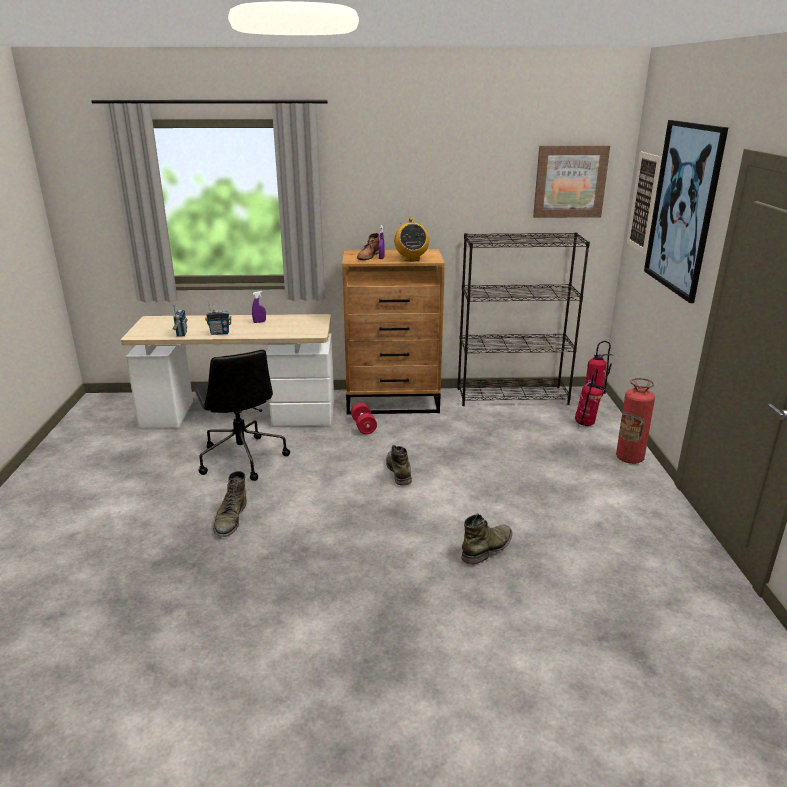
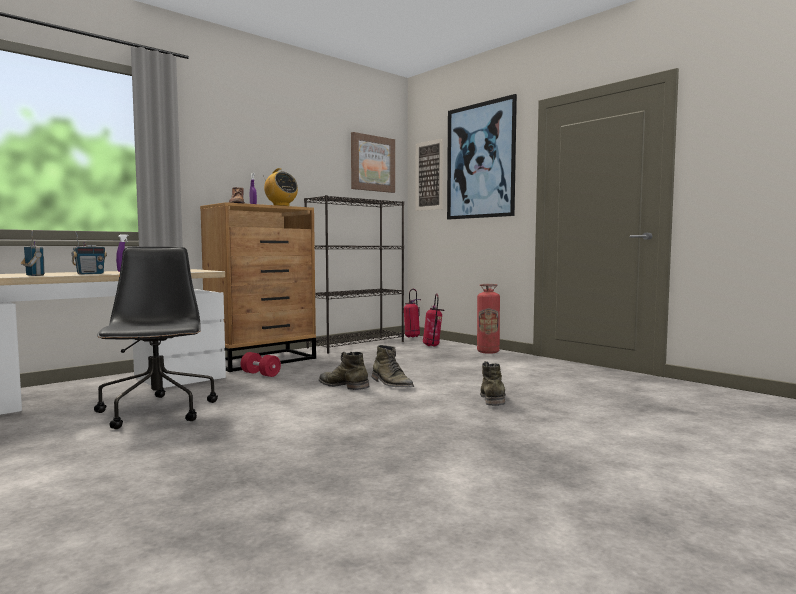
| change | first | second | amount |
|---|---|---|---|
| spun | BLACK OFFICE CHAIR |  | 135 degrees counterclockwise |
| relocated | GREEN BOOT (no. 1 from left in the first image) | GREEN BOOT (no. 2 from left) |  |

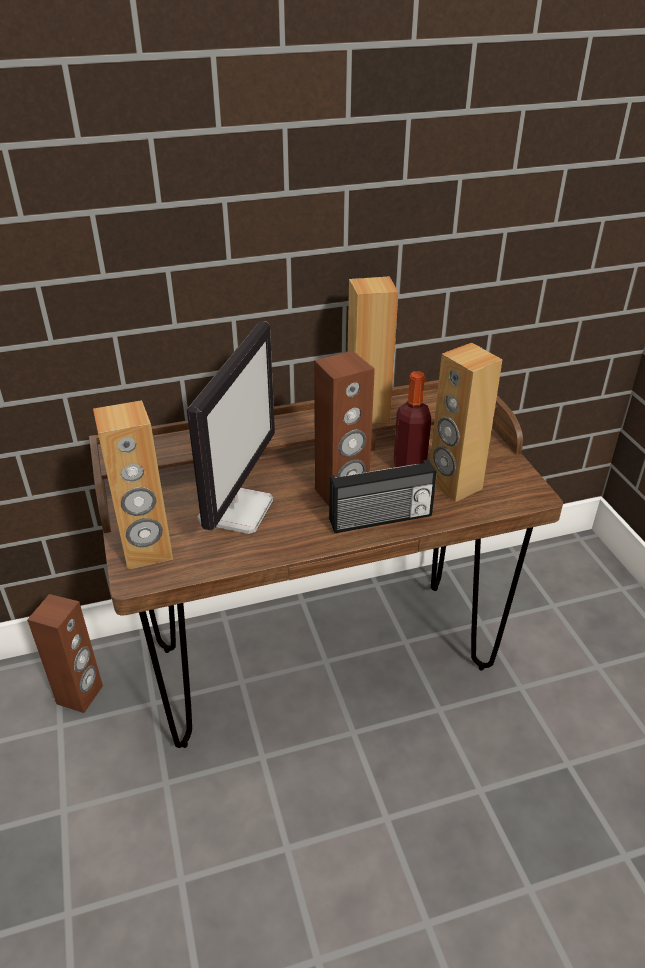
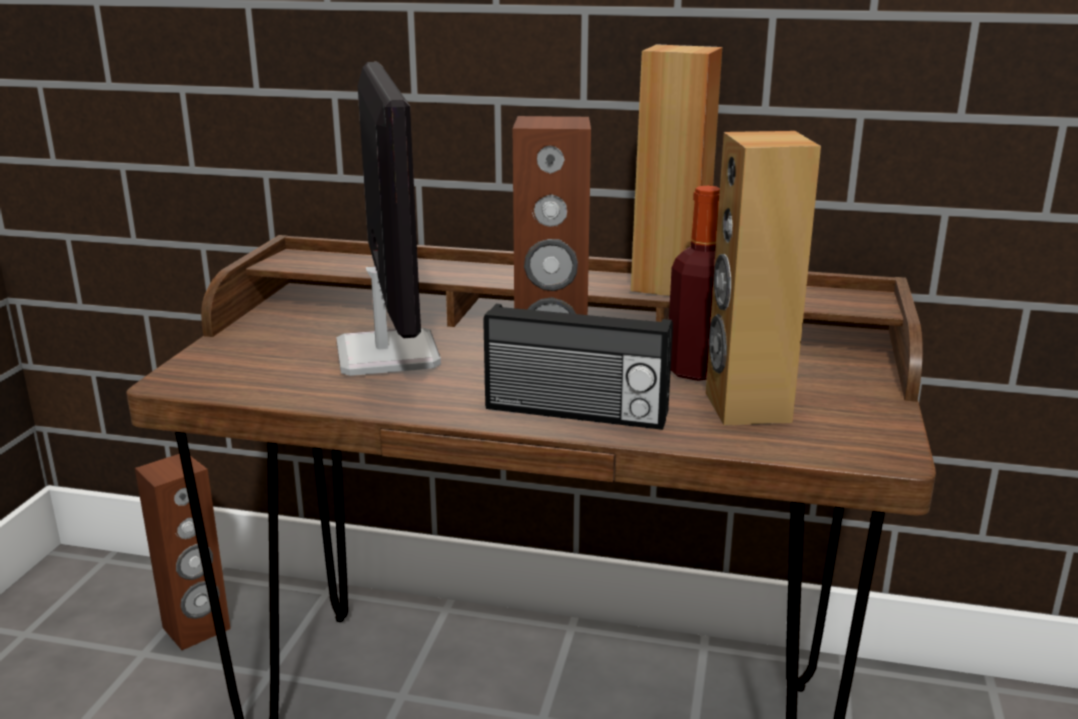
| change | first | second | amount |
|---|---|---|---|
| spun | MONITOR |  | 60 degrees counterclockwise |
| missing | BROWN SPEAKER (no. 2 from left) |  |  |

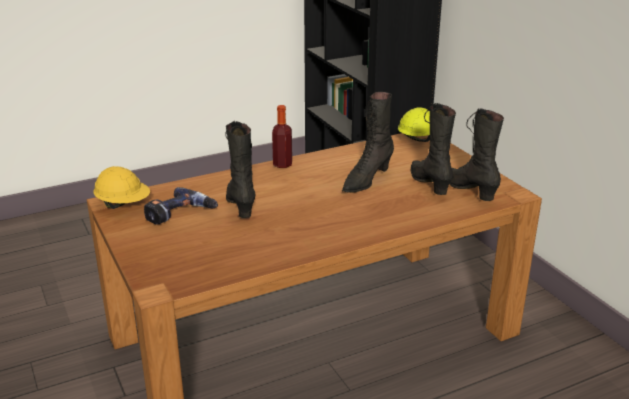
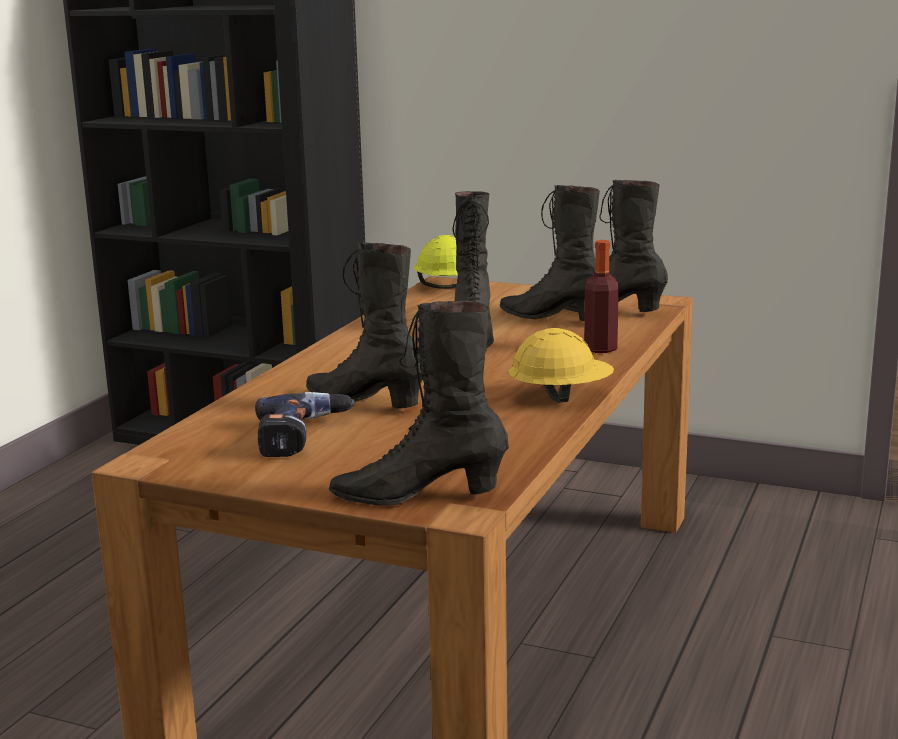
| change | first | second | amount |
|---|---|---|---|
| relocated | BOTTLE |  |  |
| relocated | YELLOW HARD HAT (no. 1 from left in the first image) | YELLOW HARD HAT (no. 2 from left) |  |
| appeared |  | BLACK BOOT (no. 2 from left) |  |

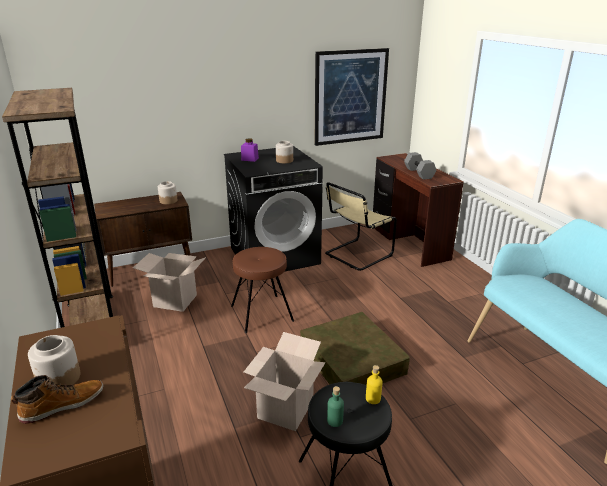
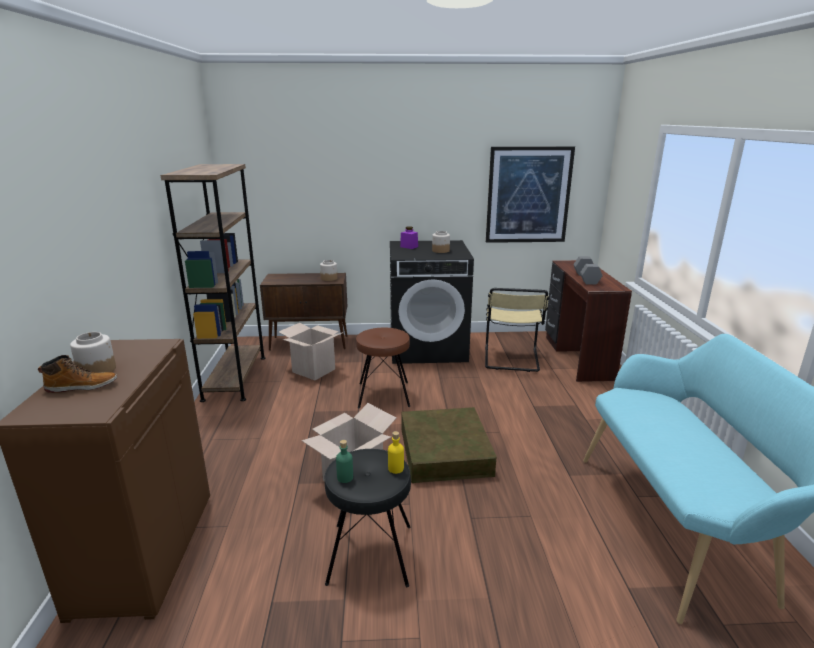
| change | first | second | amount |
|---|---|---|---|
| spun | BEIGE CHAIR |  | 60 degrees counterclockwise |

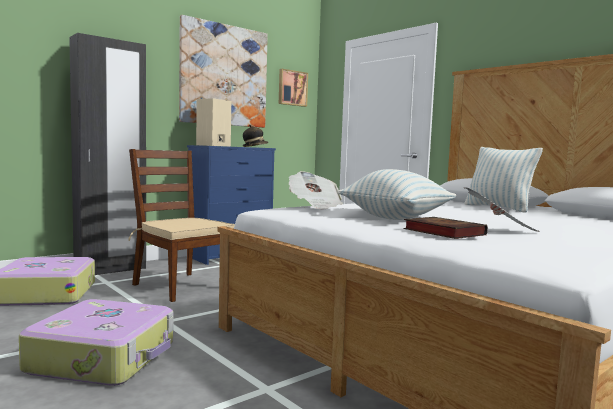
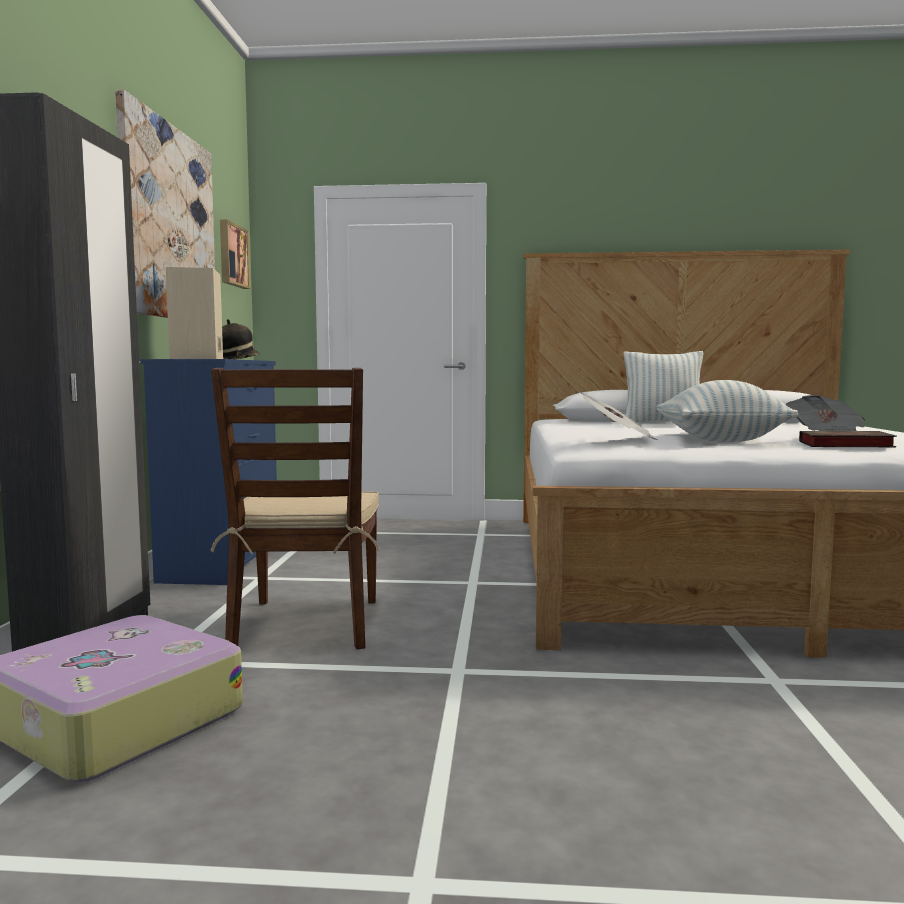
| change | first | second | amount |
|---|---|---|---|
| spun | BROWN CHAIR |  | 90 degrees counterclockwise |
| missing | SUITCASE (no. 2 from left) |  |  |

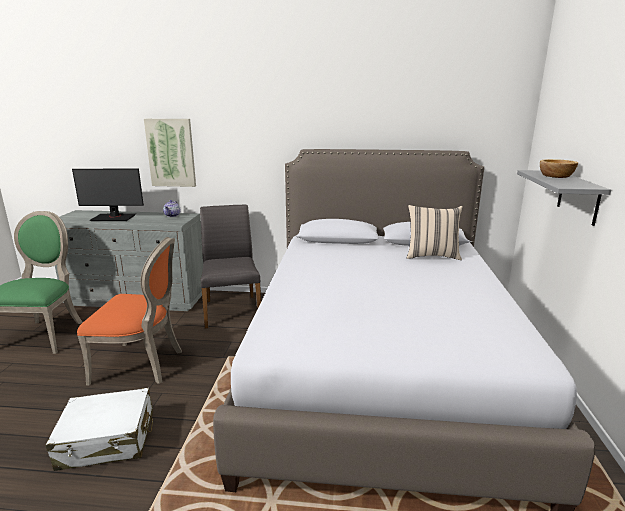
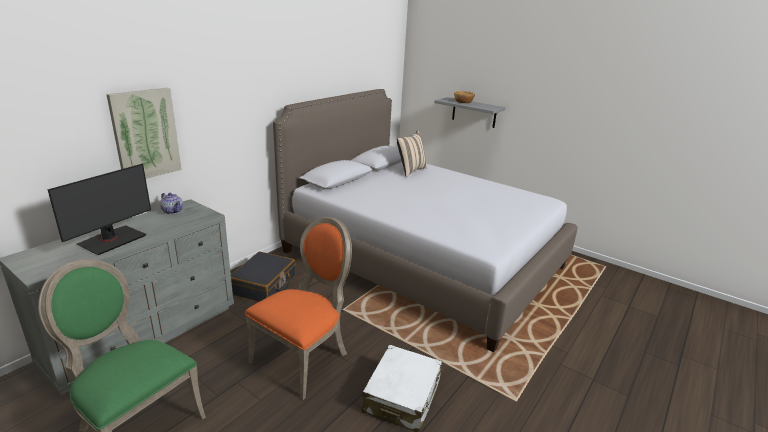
| change | first | second | amount |
|---|---|---|---|
| exchanged | GREY CHAIR | BLACK SUITCASE |  |

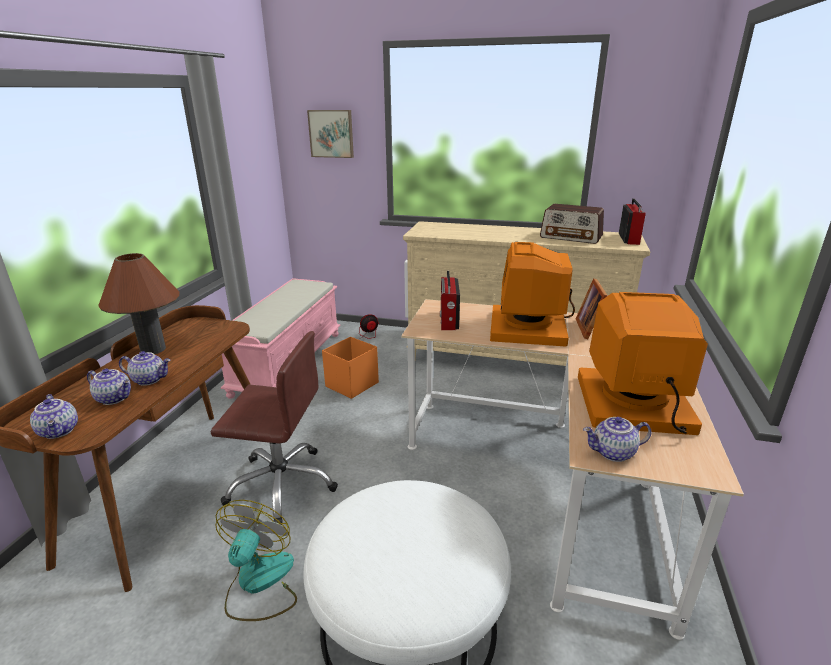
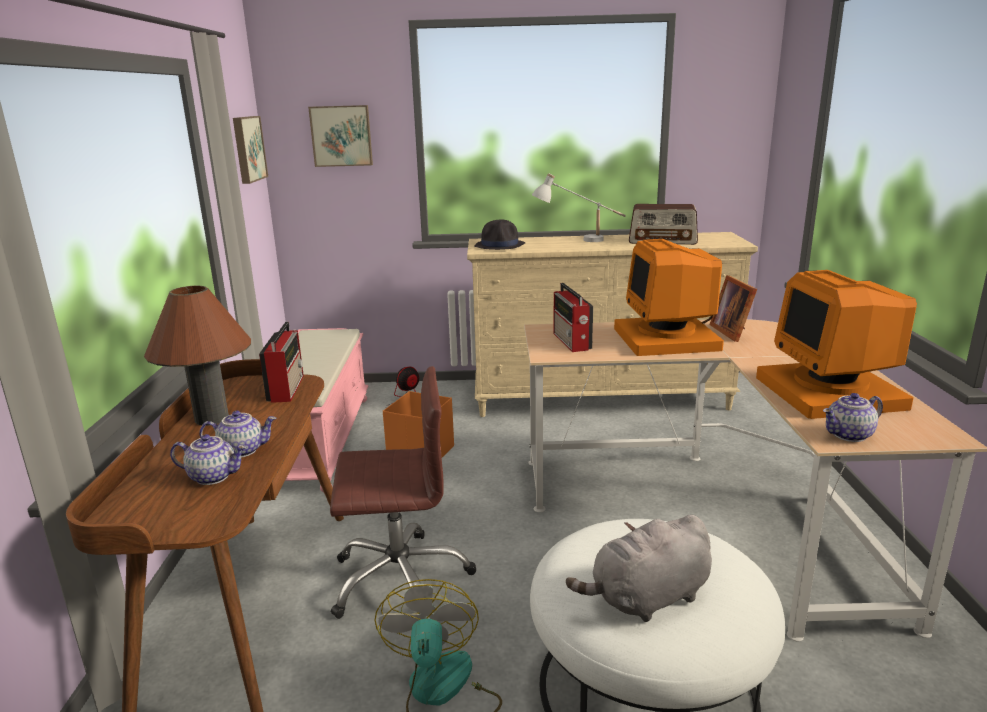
| change | first | second | amount |
|---|---|---|---|
| relocated | RADIO (no. 3 from left in the first image) | RADIO (no. 1 from left) |  |
| spun | MONITOR (no. 2 from left) |  | 90 degrees counterclockwise |
| missing | TEAPOT (no. 1 from left) |  |  |
| appeared |  | PICTURE (no. 1 from left) |  |
| appeared |  | WHITE TABLE LAMP |  |
| appeared |  | BLACK HAT |  |
| appeared |  | GREY PLUSH TOY |  |

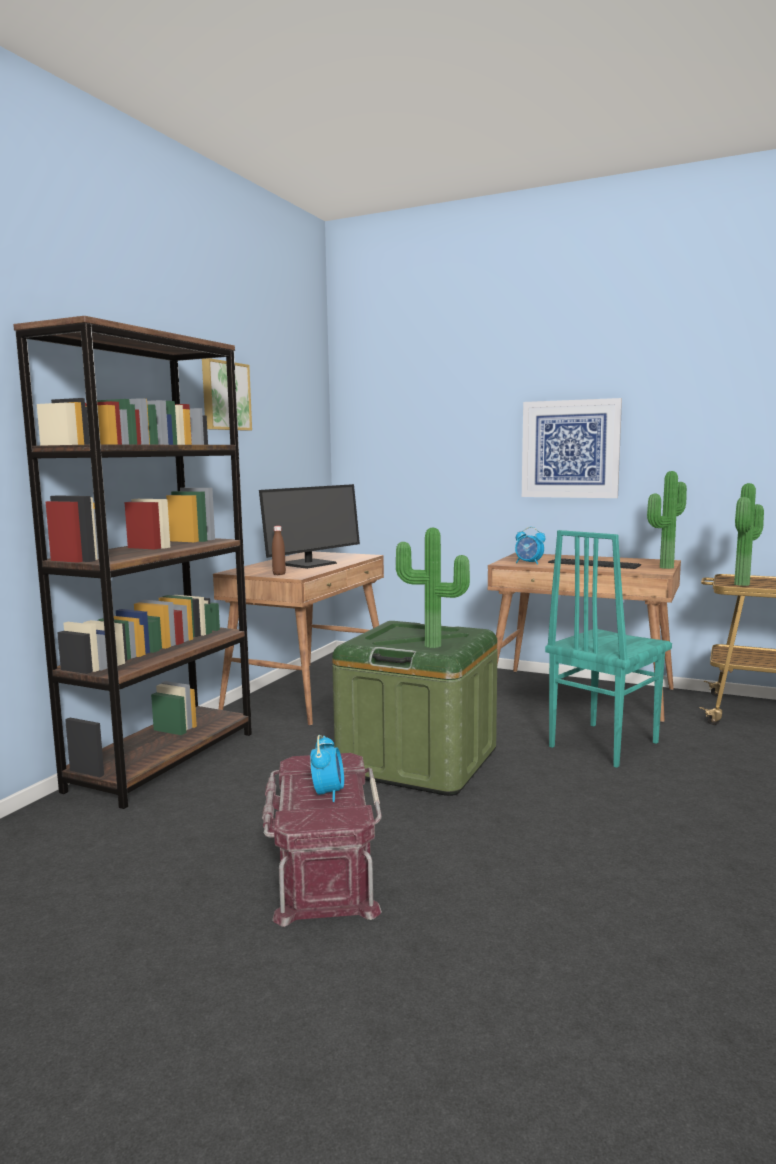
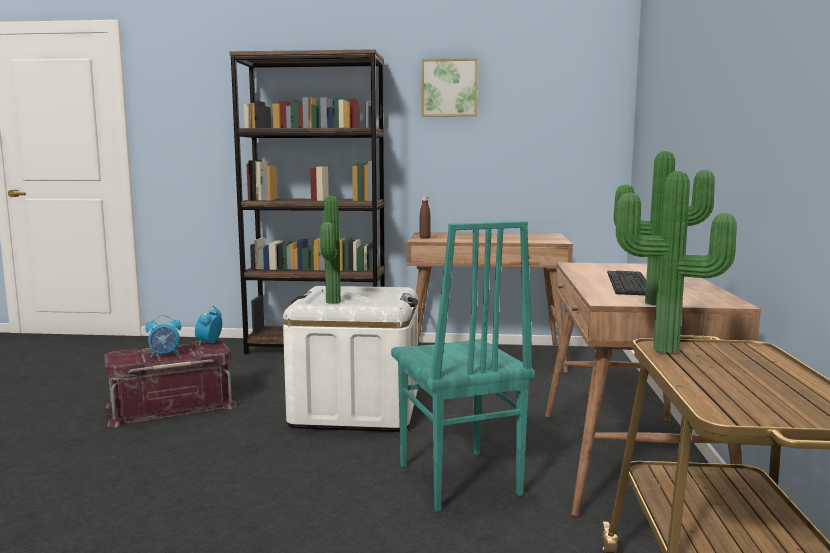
| change | first | second | amount |
|---|---|---|---|
| missing | PICTURE (no. 2 from left) |  |  |
| missing | MONITOR |  |  |
| relocated | ALARM CLOCK (no. 2 from left) |  |  |
| spun | TURQUOISE CHAIR |  | 135 degrees counterclockwise |
| colour | GREEN STORAGE BOX | WHITE STORAGE BOX |  |

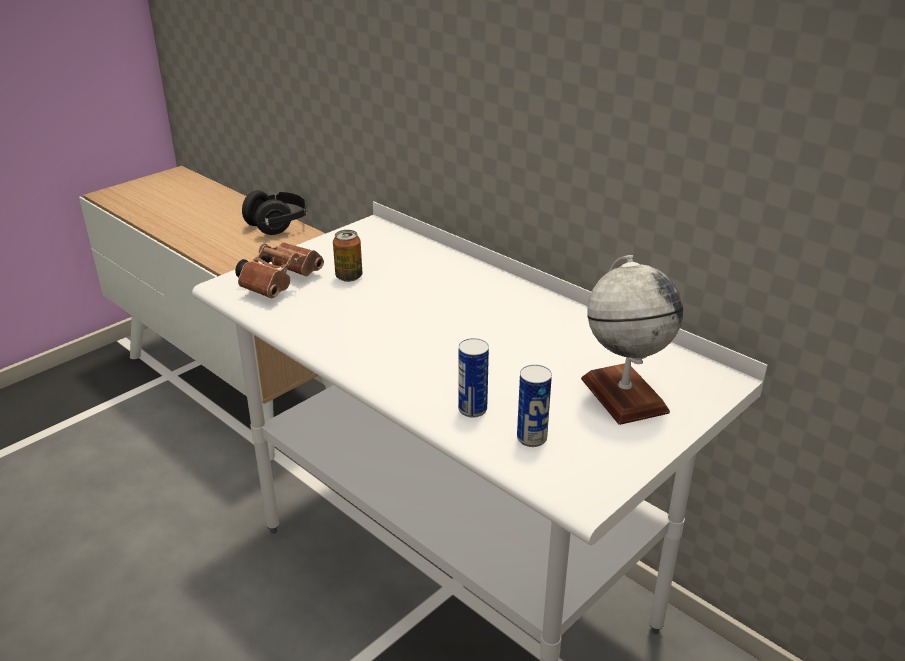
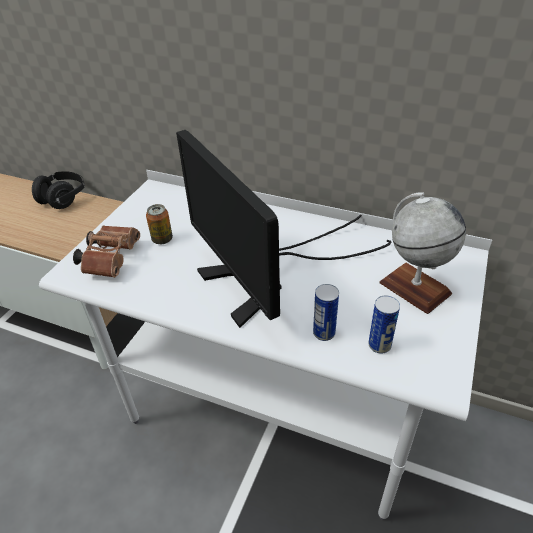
| change | first | second | amount |
|---|---|---|---|
| appeared |  | MONITOR |  |

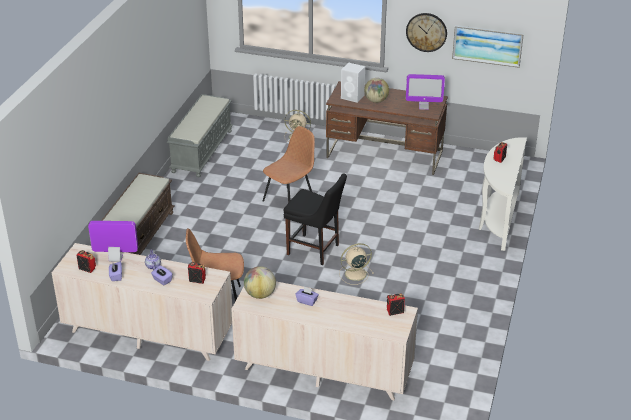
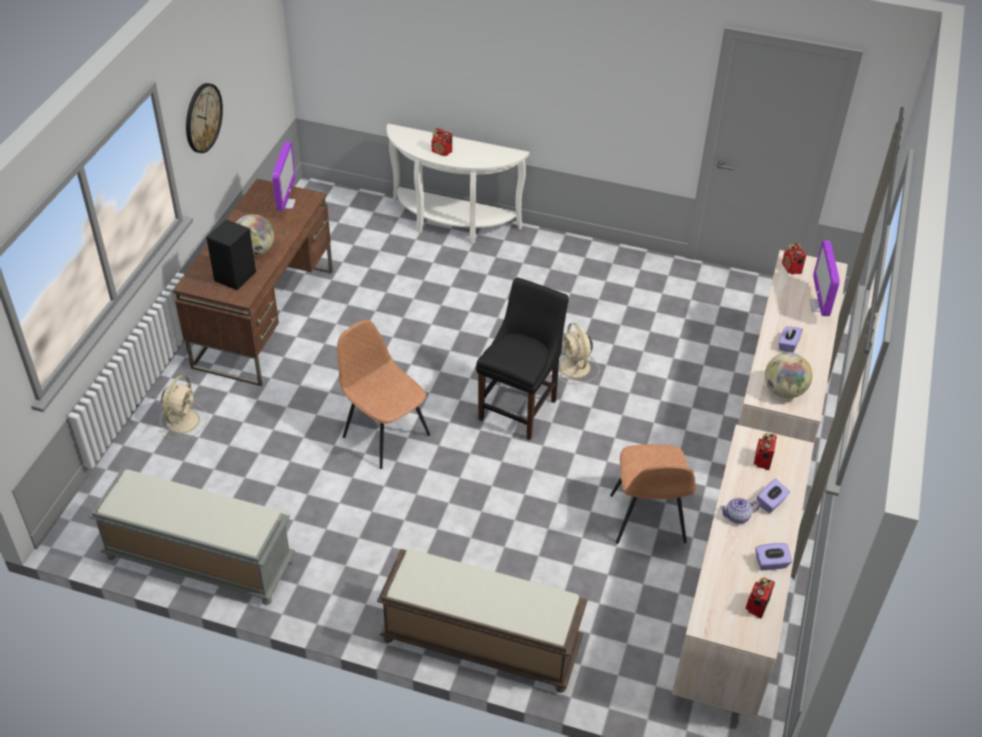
| change | first | second | amount |
|---|---|---|---|
| missing | PICTURE |  |  |
| colour | WHITE SPEAKER | BLACK SPEAKER |  |
| relocated | MONITOR (no. 1 from left in the first image) | MONITOR (no. 2 from left) |  |

